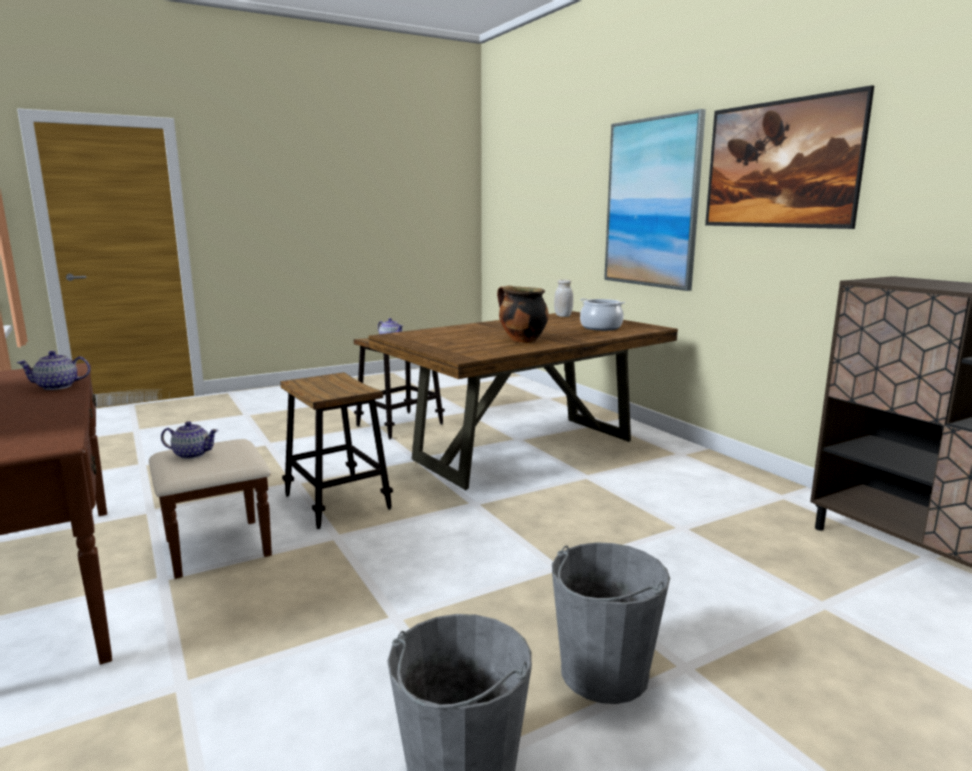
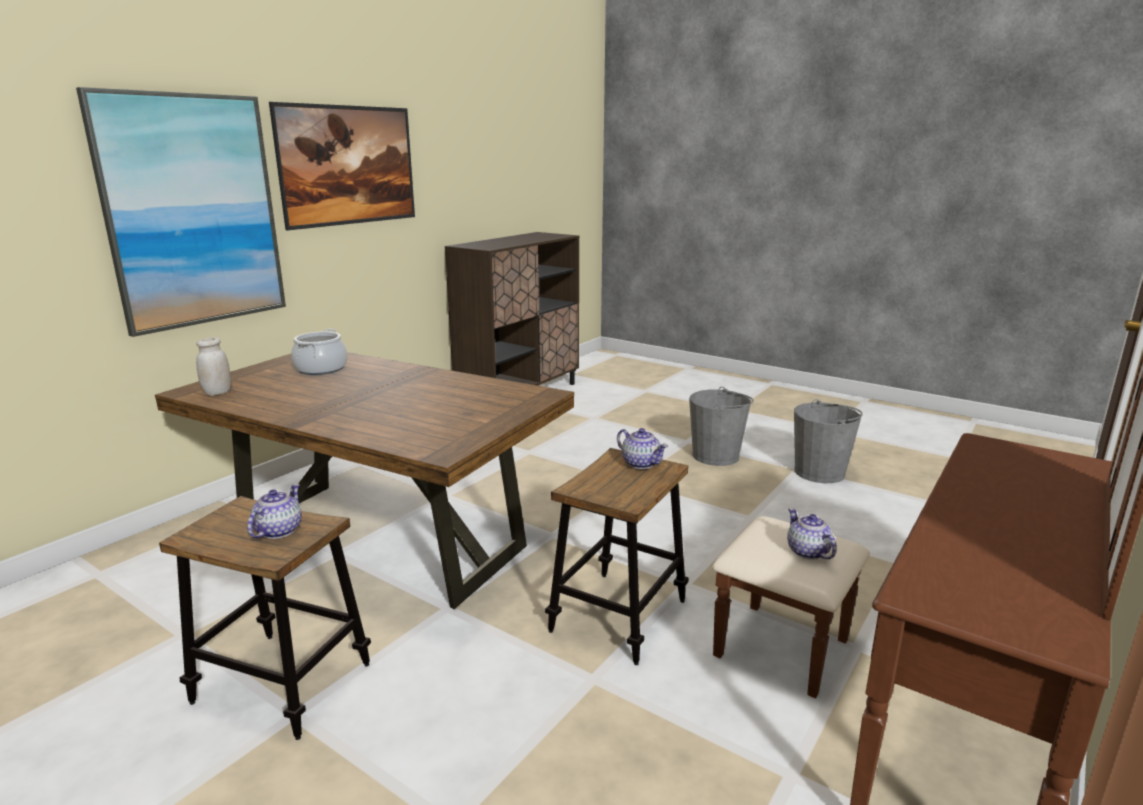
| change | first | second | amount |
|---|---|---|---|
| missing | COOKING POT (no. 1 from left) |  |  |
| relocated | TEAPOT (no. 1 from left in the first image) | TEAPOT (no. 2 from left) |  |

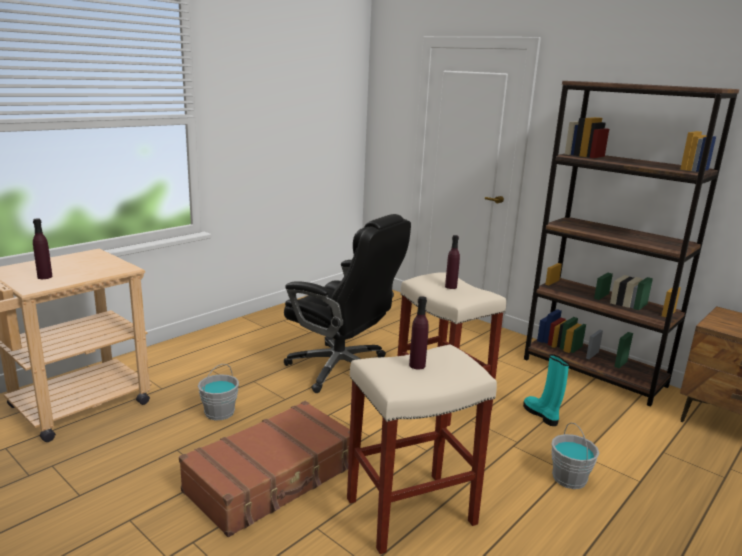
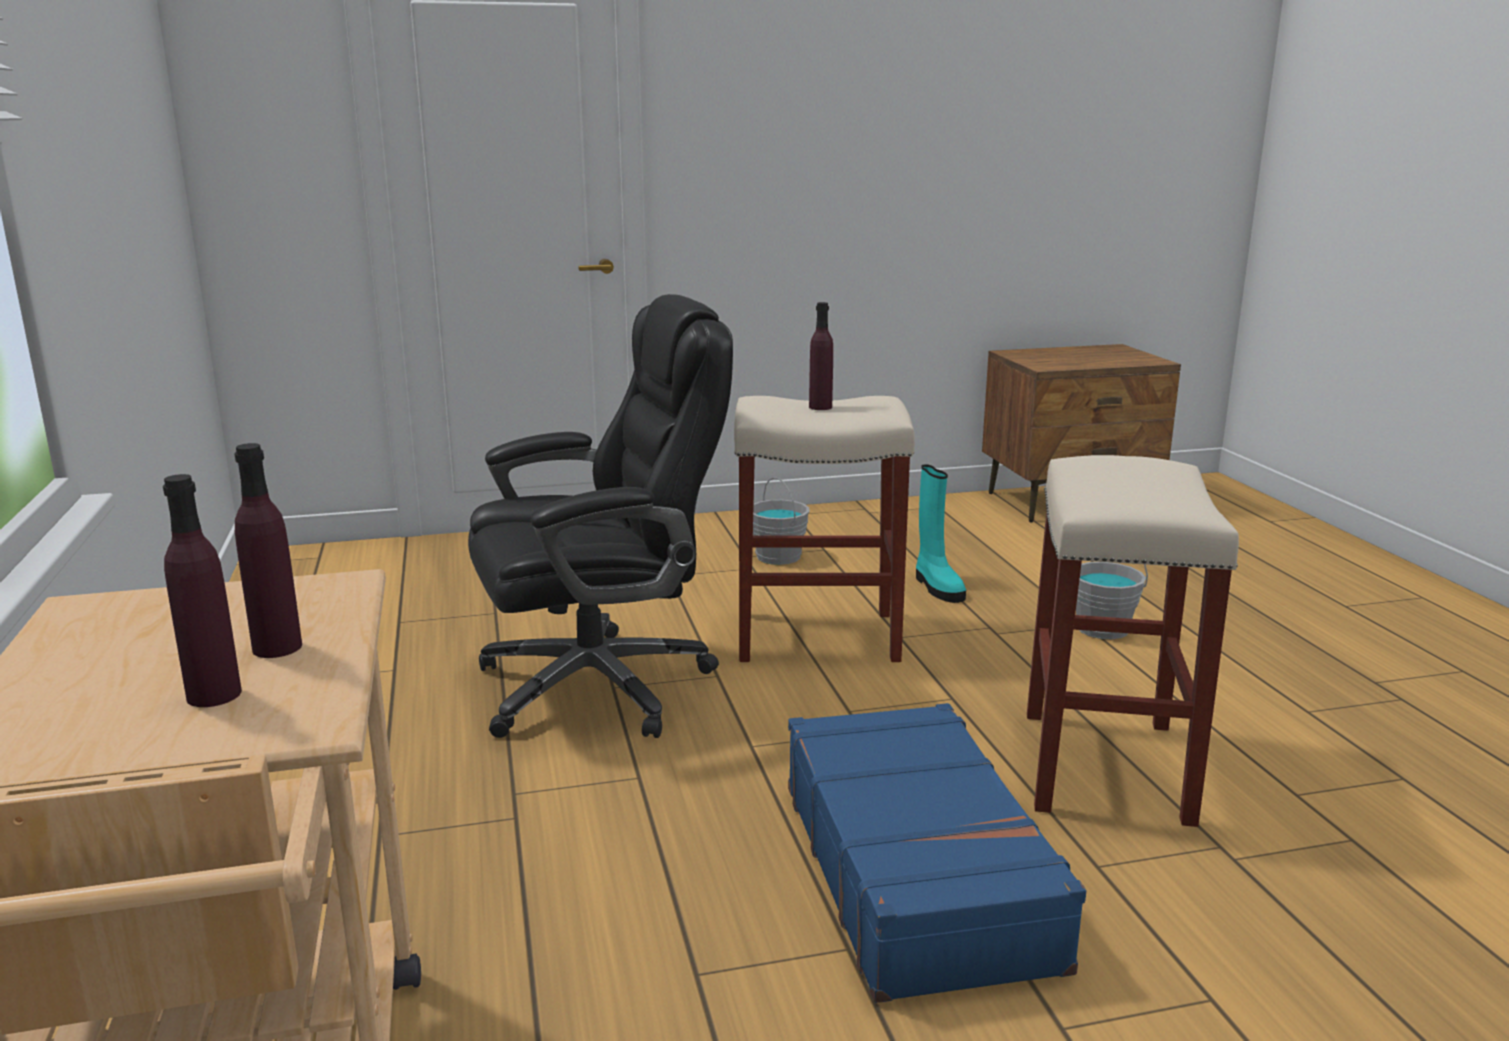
| change | first | second | amount |
|---|---|---|---|
| missing | BROWN BOOKCASE |  |  |
| relocated | PURPLE BOTTLE (no. 2 from left) |  |  |
| spun | TURQUOISE BOOT |  | 120 degrees counterclockwise |
| relocated | GREY BUCKET (no. 1 from left) |  |  |
| colour | BROWN SUITCASE | BLUE SUITCASE |  |

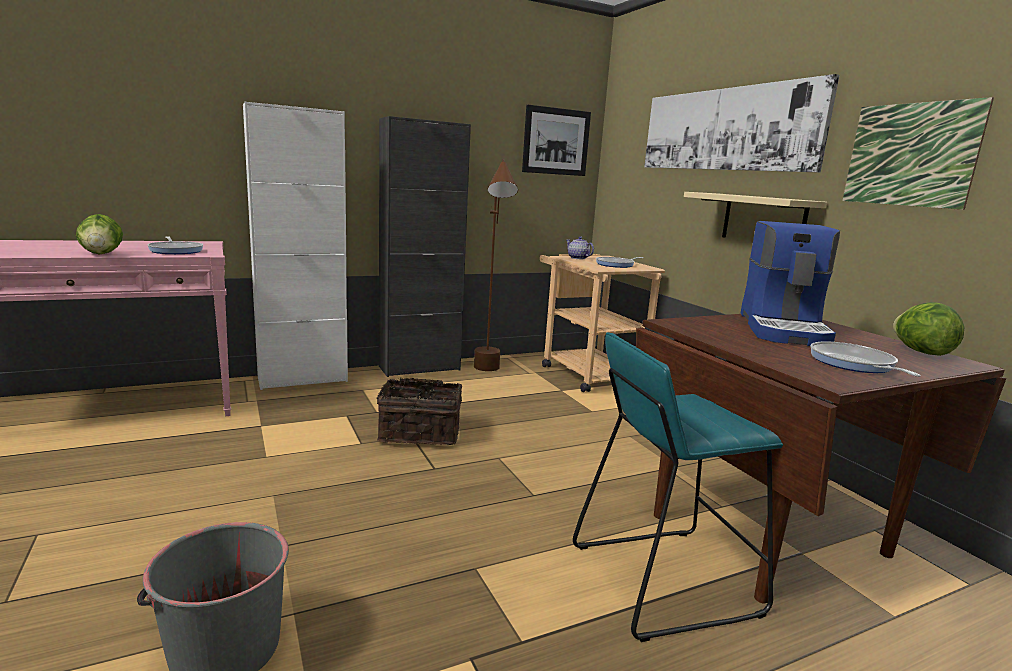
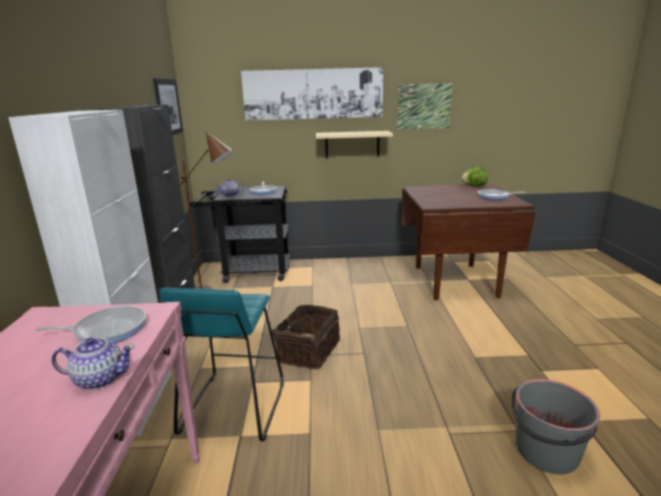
| change | first | second | amount |
|---|---|---|---|
| exchanged | LETTUCE (no. 1 from left) | TEAPOT (no. 1 from left) |  |
| missing | COFFEE MACHINE |  |  |
| colour | BEIGE CART | BLACK CART |  |
| relocated | TURQUOISE STOOL |  |  |

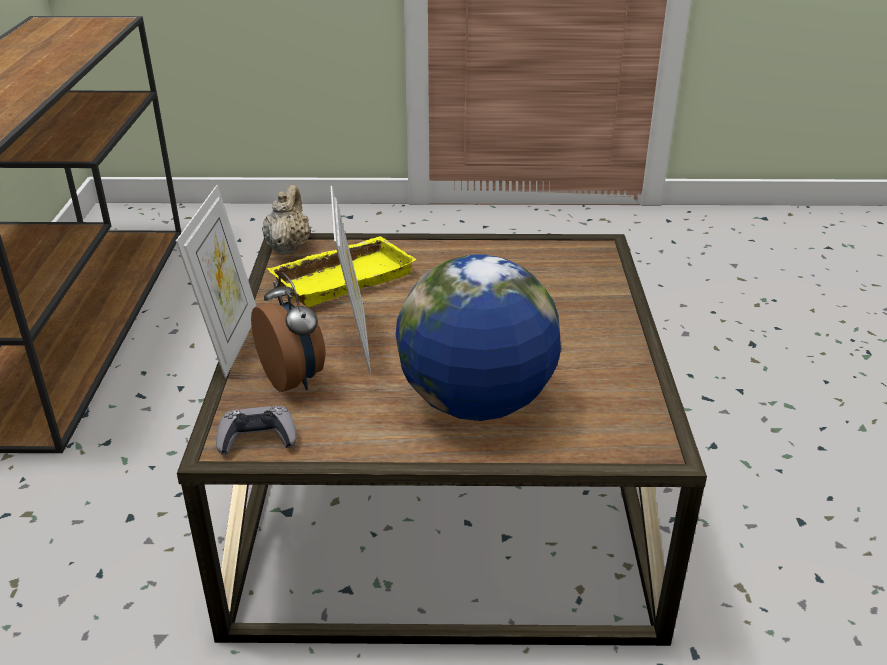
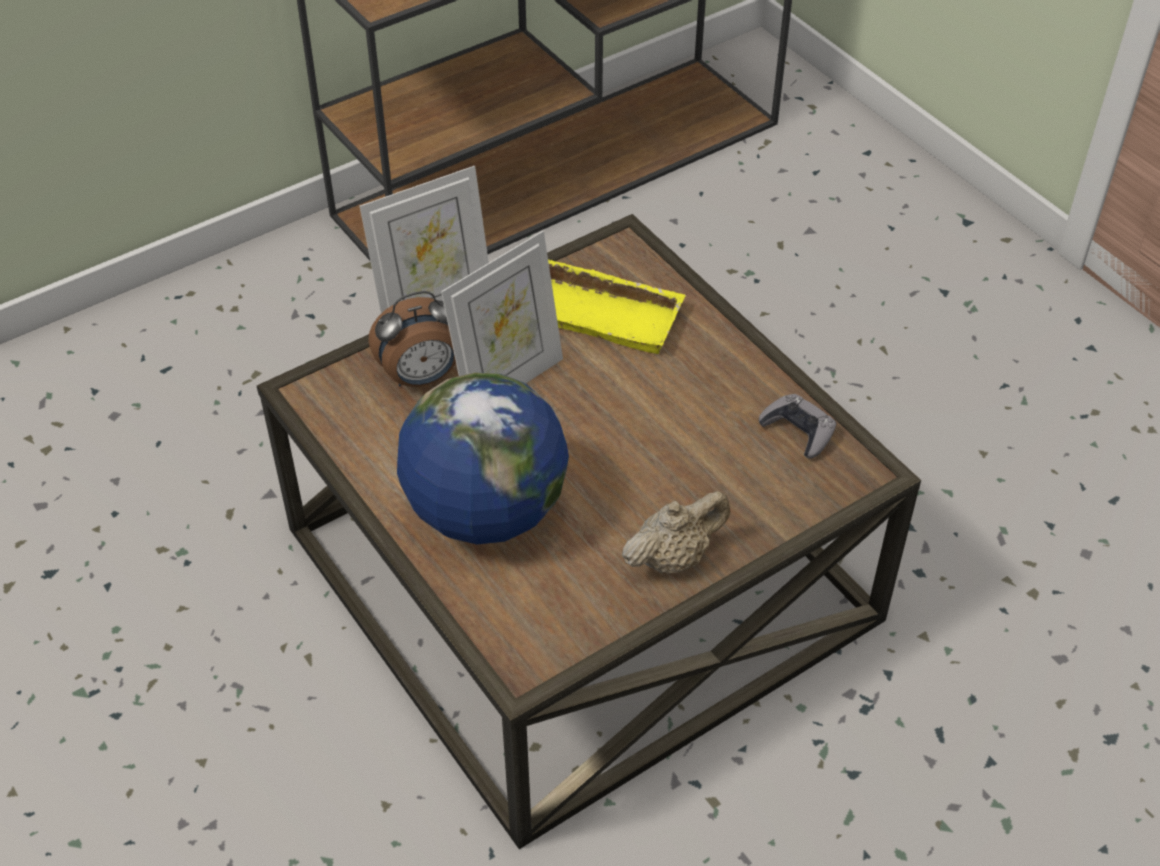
| change | first | second | amount |
|---|---|---|---|
| relocated | BEIGE TEAPOT |  |  |
| spun | ALARM CLOCK |  | 45 degrees clockwise |
| relocated | GREY GAME CONTROLLER |  |  |

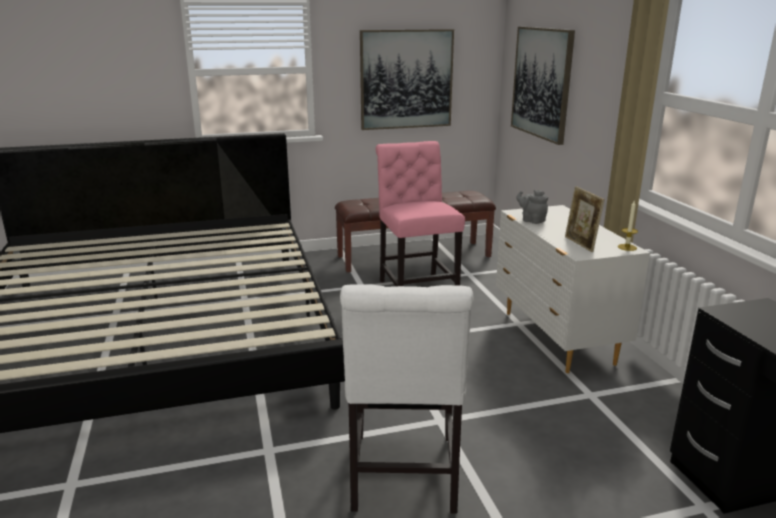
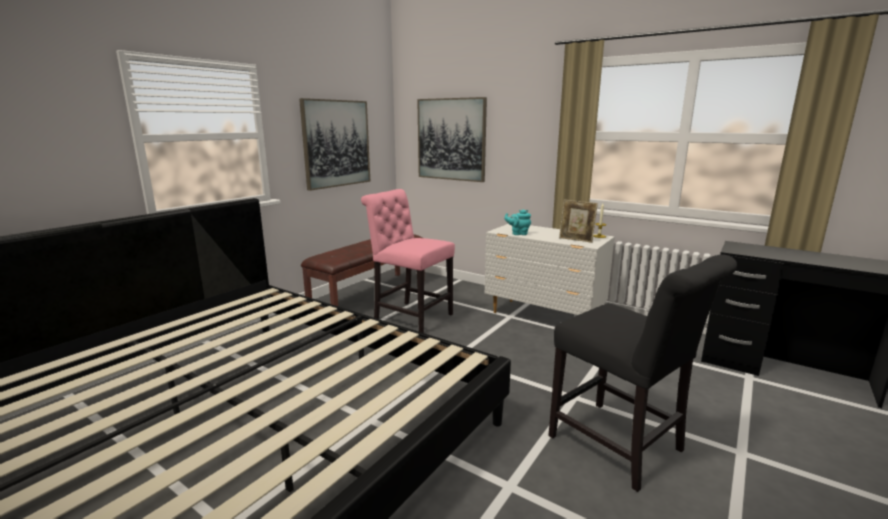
| change | first | second | amount |
|---|---|---|---|
| colour | GREY TEAPOT | TURQUOISE TEAPOT |  |
| colour | WHITE CHAIR | BLACK CHAIR |  |

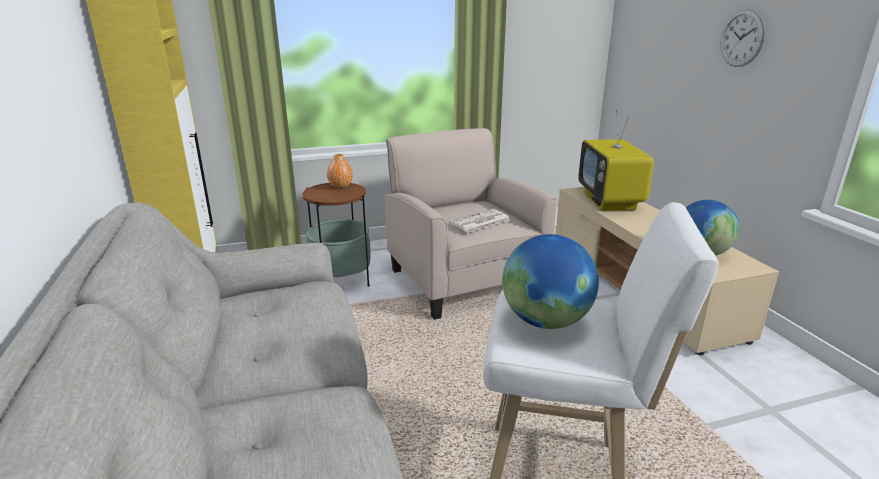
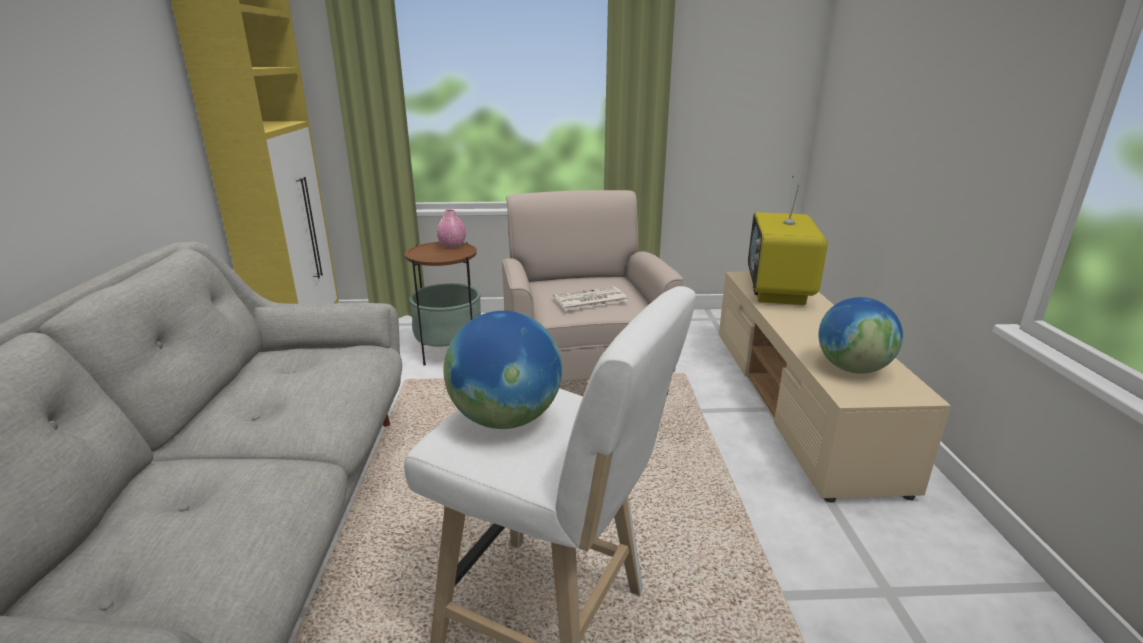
| change | first | second | amount |
|---|---|---|---|
| missing | WALL CLOCK |  |  |
| colour | ORANGE VASE | PINK VASE |  |

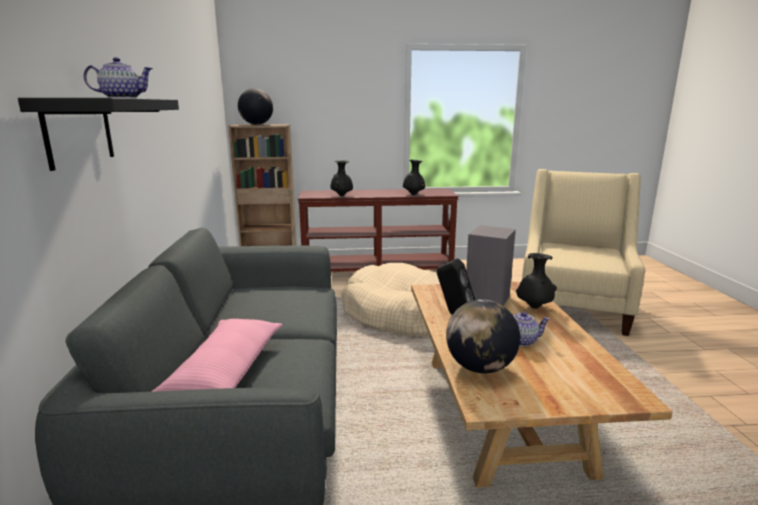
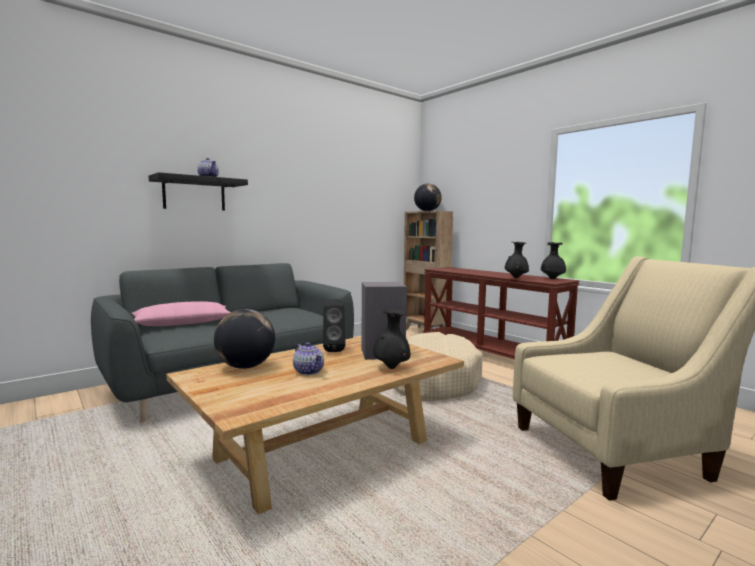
| change | first | second | amount |
|---|---|---|---|
| relocated | BLACK VASE (no. 1 from left in the first image) | BLACK VASE (no. 3 from left) |  |

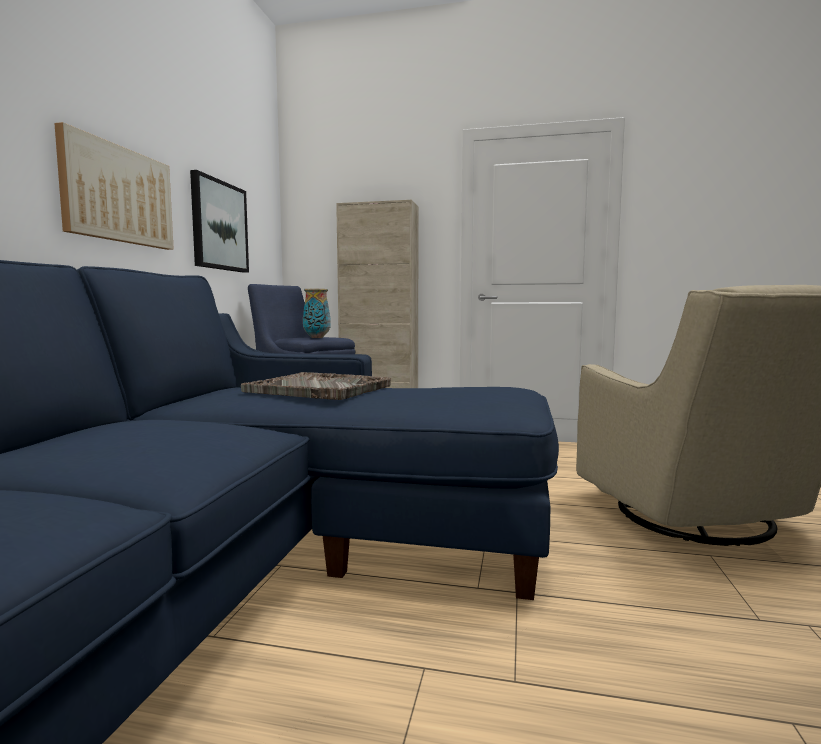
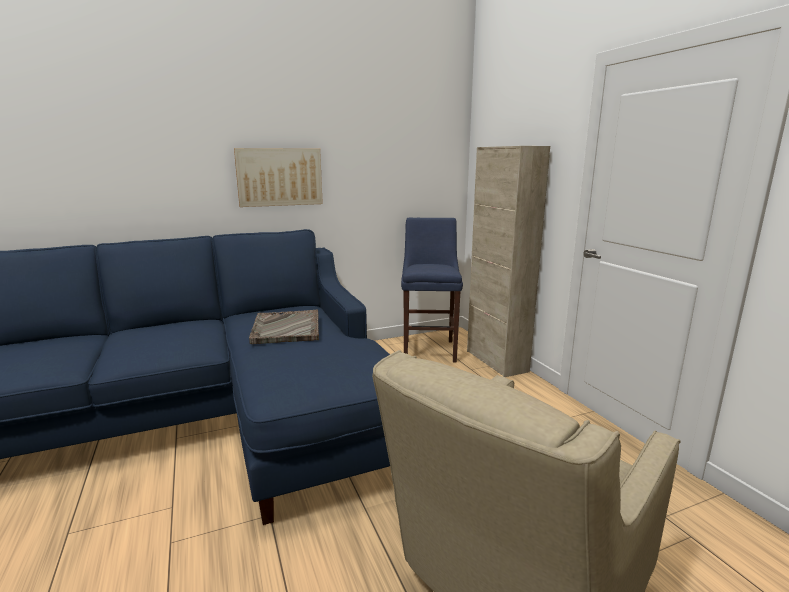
| change | first | second | amount |
|---|---|---|---|
| missing | PICTURE (no. 2 from left) |  |  |
| missing | VASE |  |  |

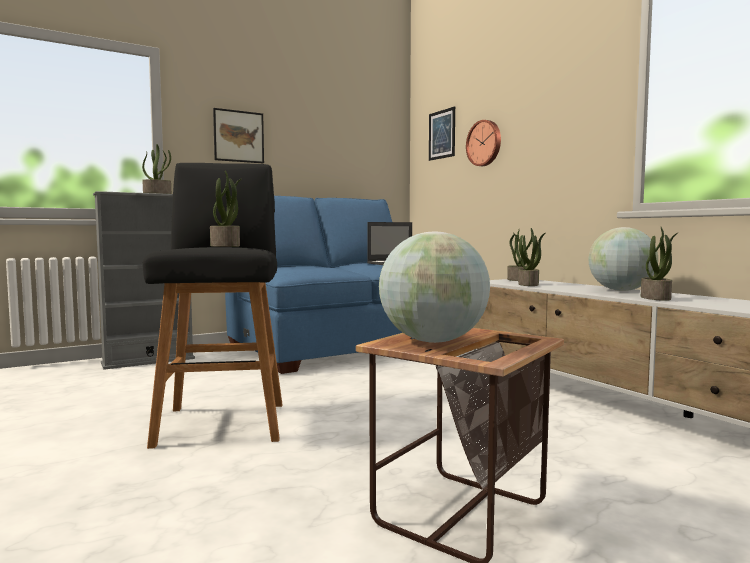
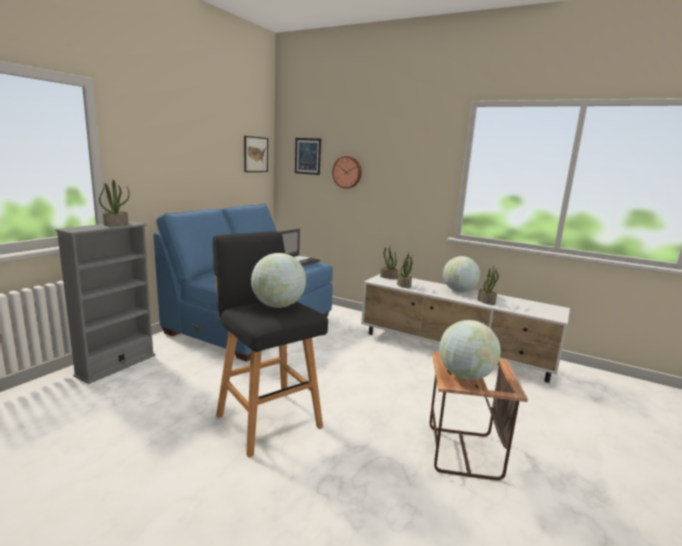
| change | first | second | amount |
|---|---|---|---|
| relocated | PICTURE (no. 1 from left) |  |  |
| exchanged | POTTED PLANT (no. 2 from left) | GLOBE (no. 1 from left) |  |

